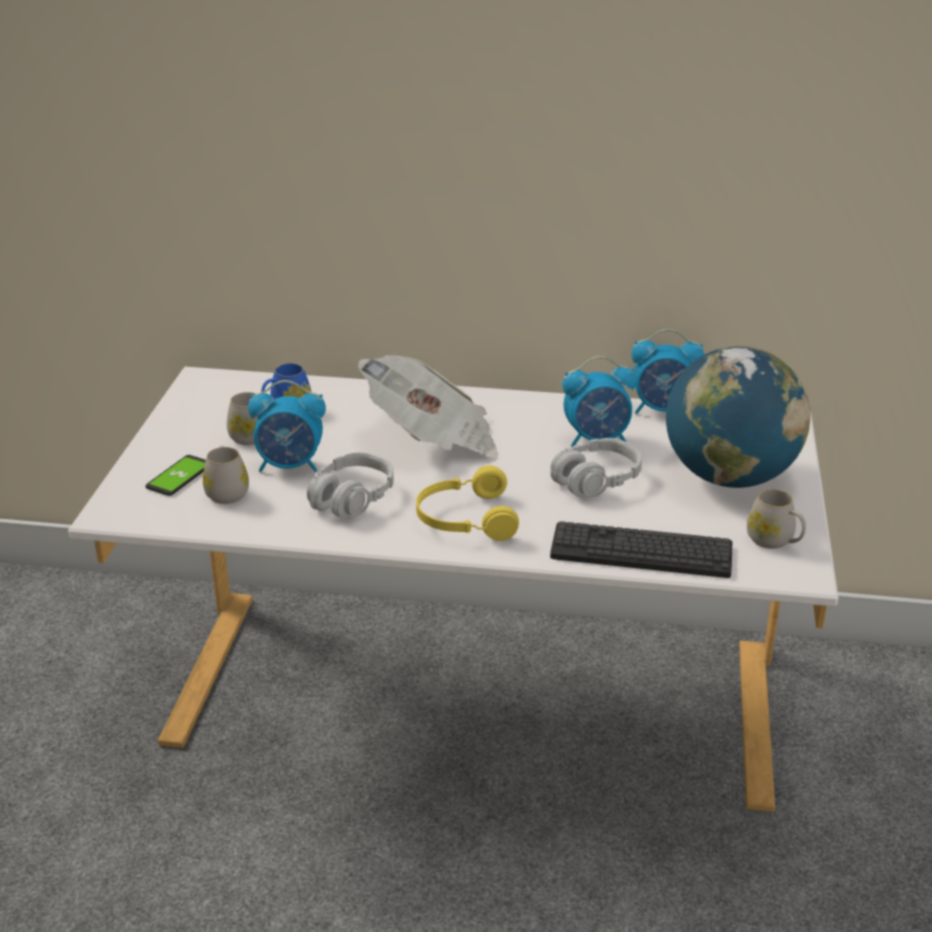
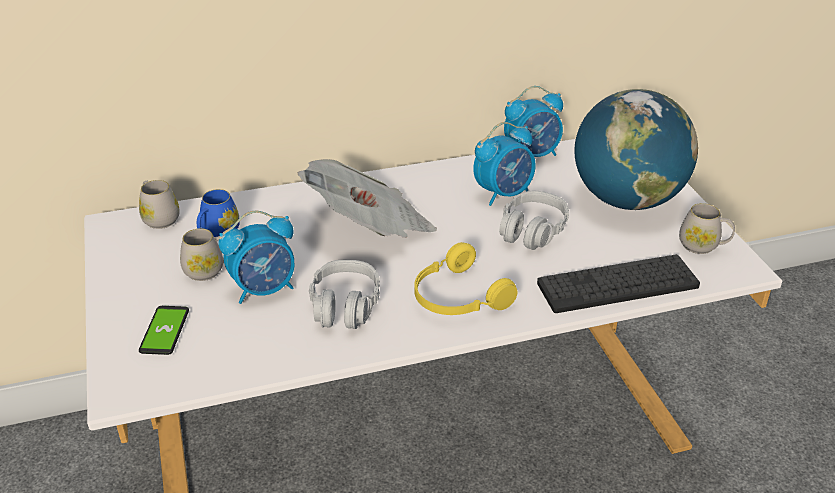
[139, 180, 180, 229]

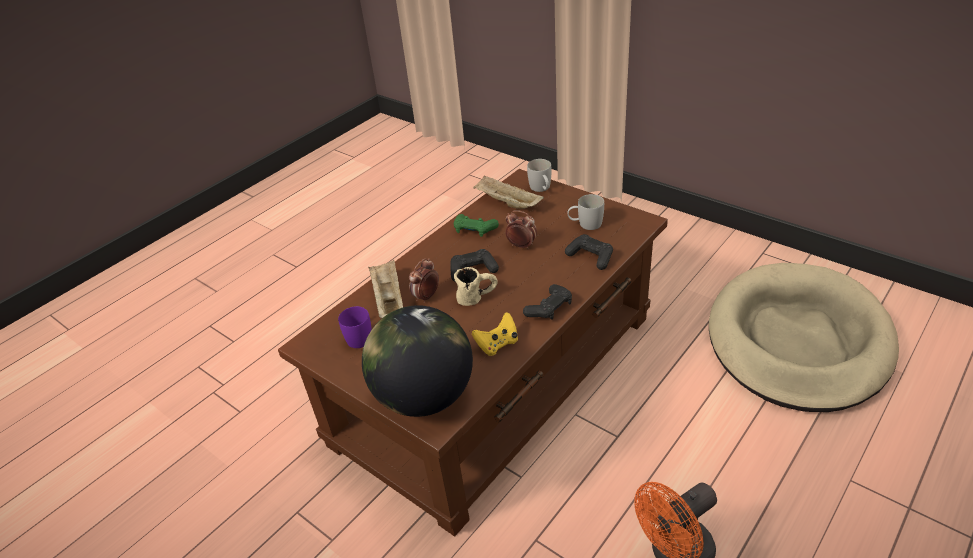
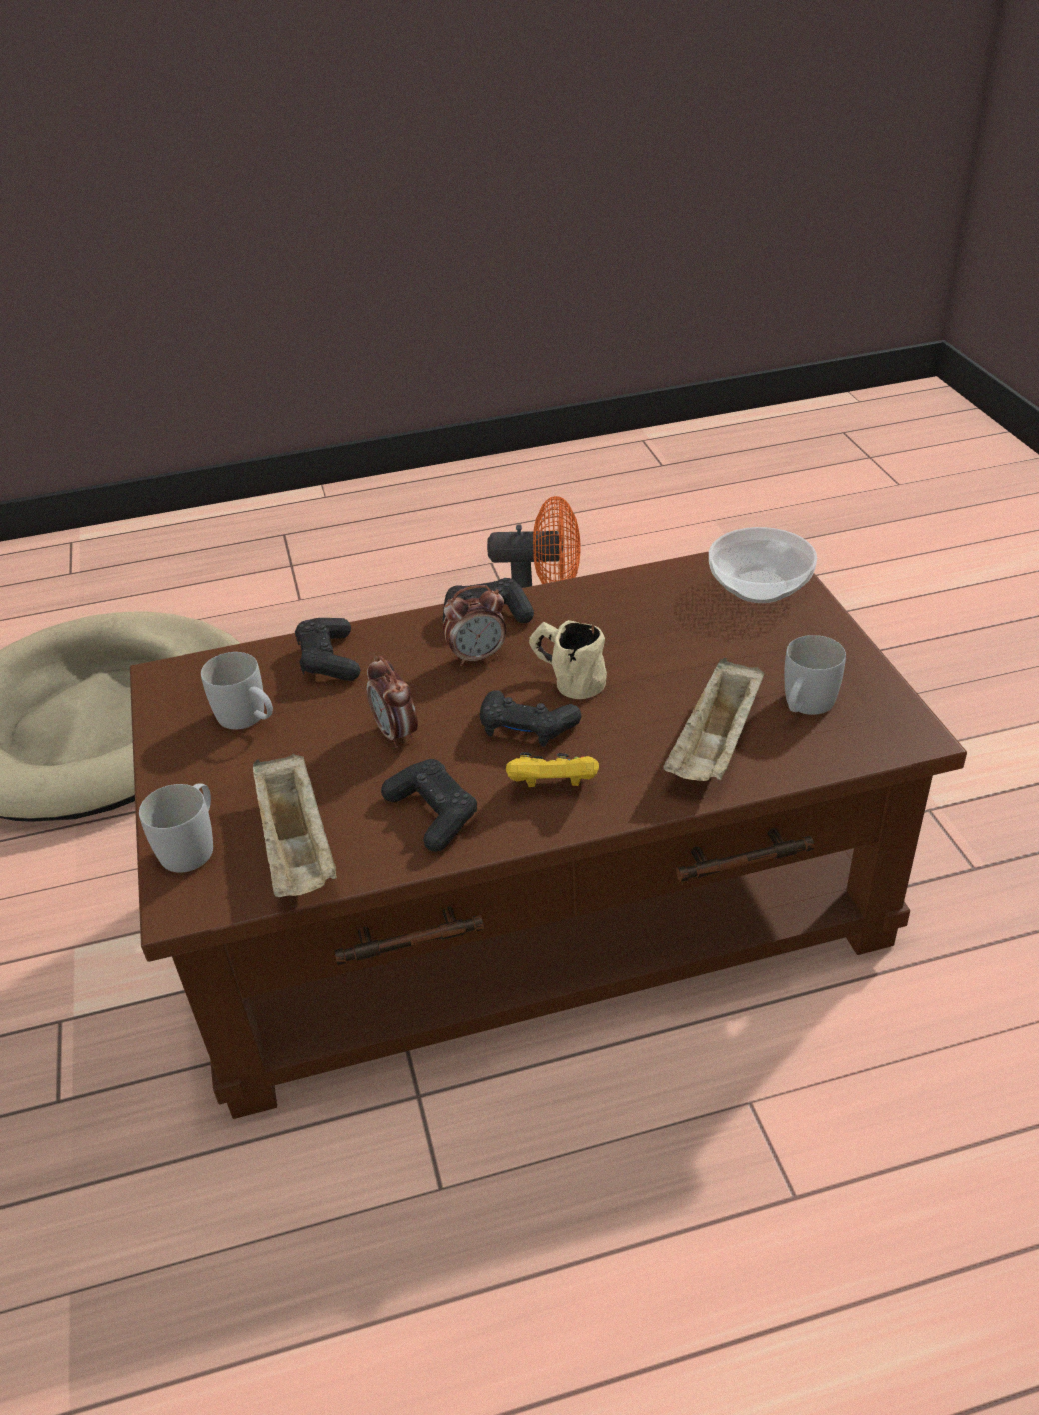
[443, 585, 507, 666]
[506, 752, 599, 787]
[709, 527, 817, 603]
[784, 635, 846, 715]
[381, 759, 477, 852]

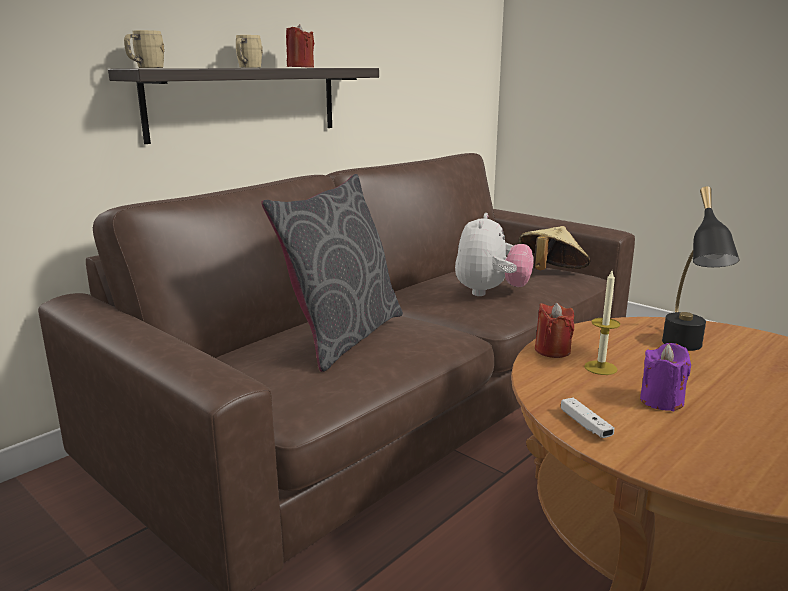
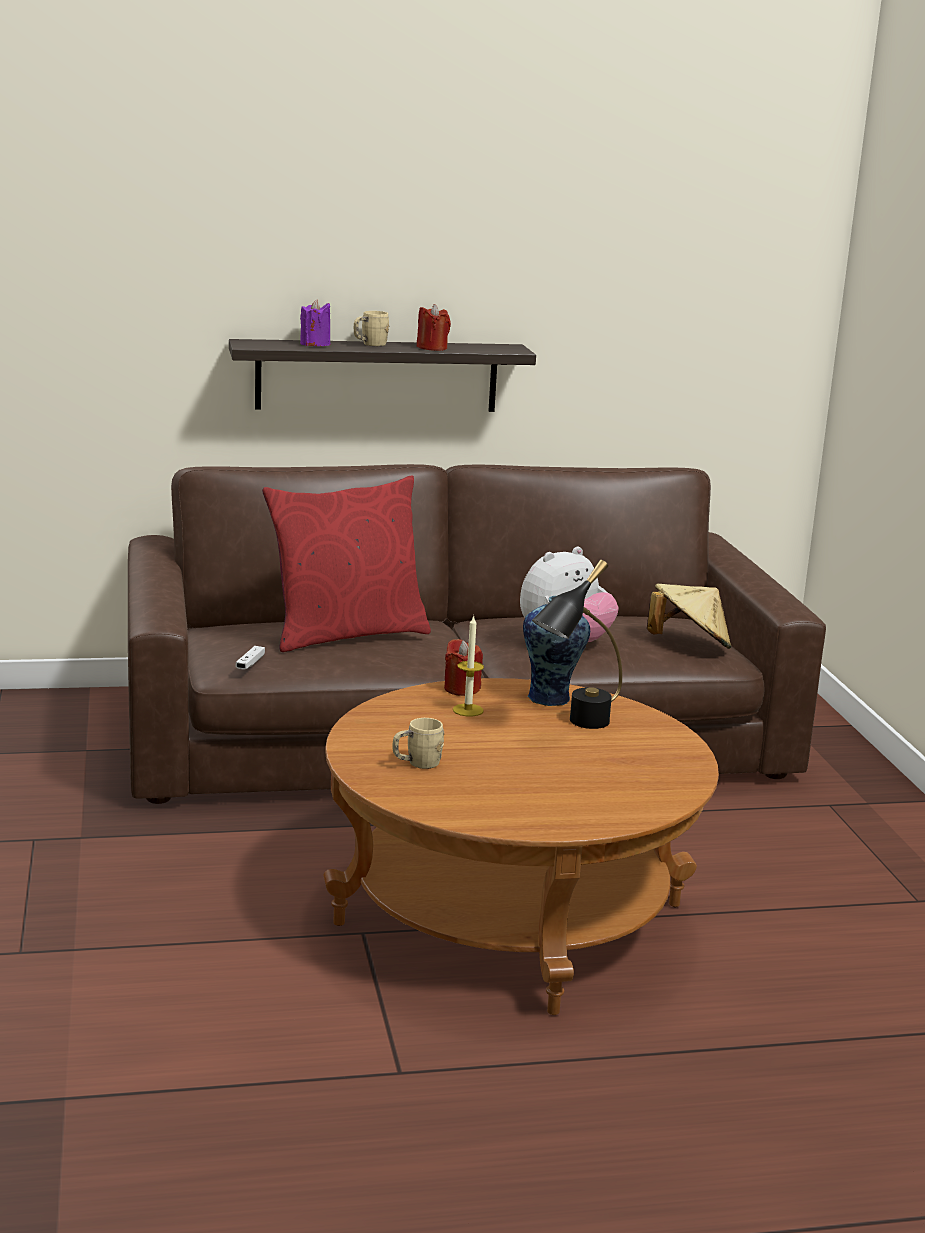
[523, 596, 590, 706]
[393, 718, 444, 769]
[235, 646, 265, 670]
[300, 300, 330, 346]
[262, 475, 431, 652]

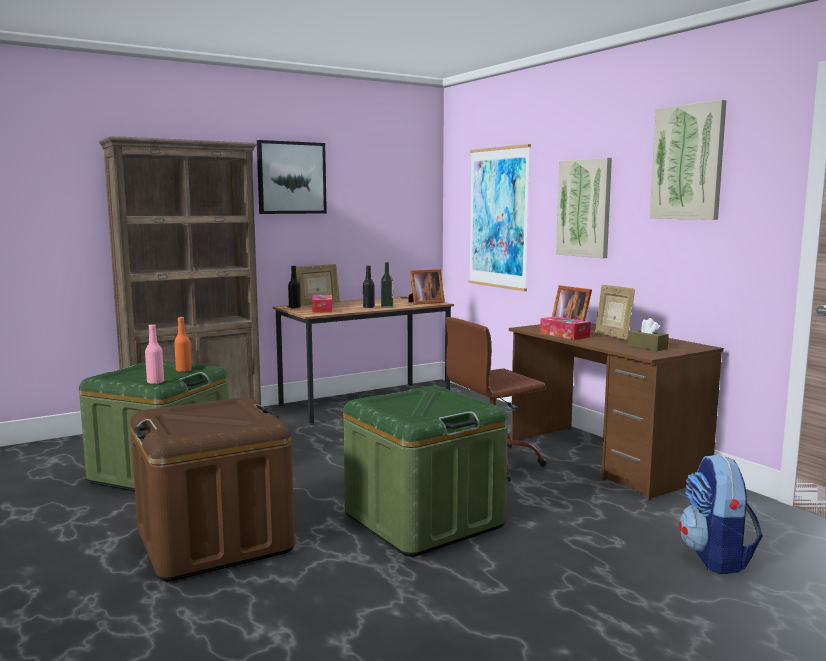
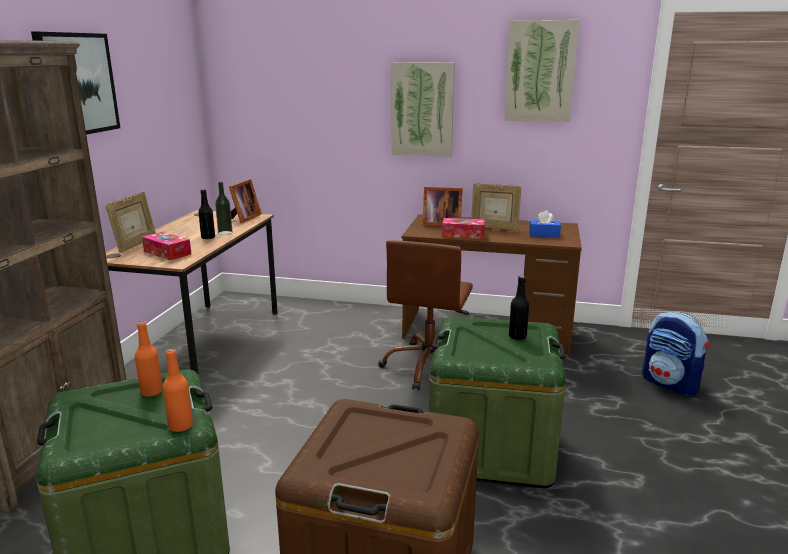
[468, 144, 531, 291] (first image)
[509, 276, 529, 340]
[163, 348, 193, 432]
[529, 210, 561, 237]

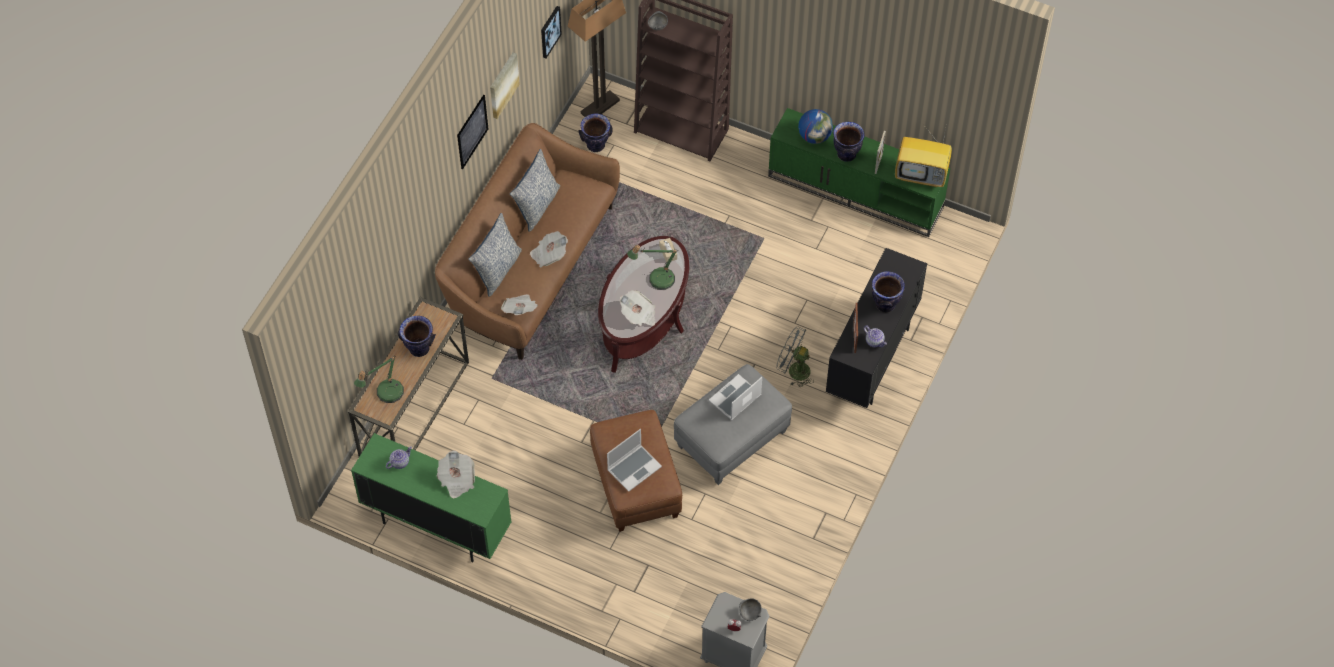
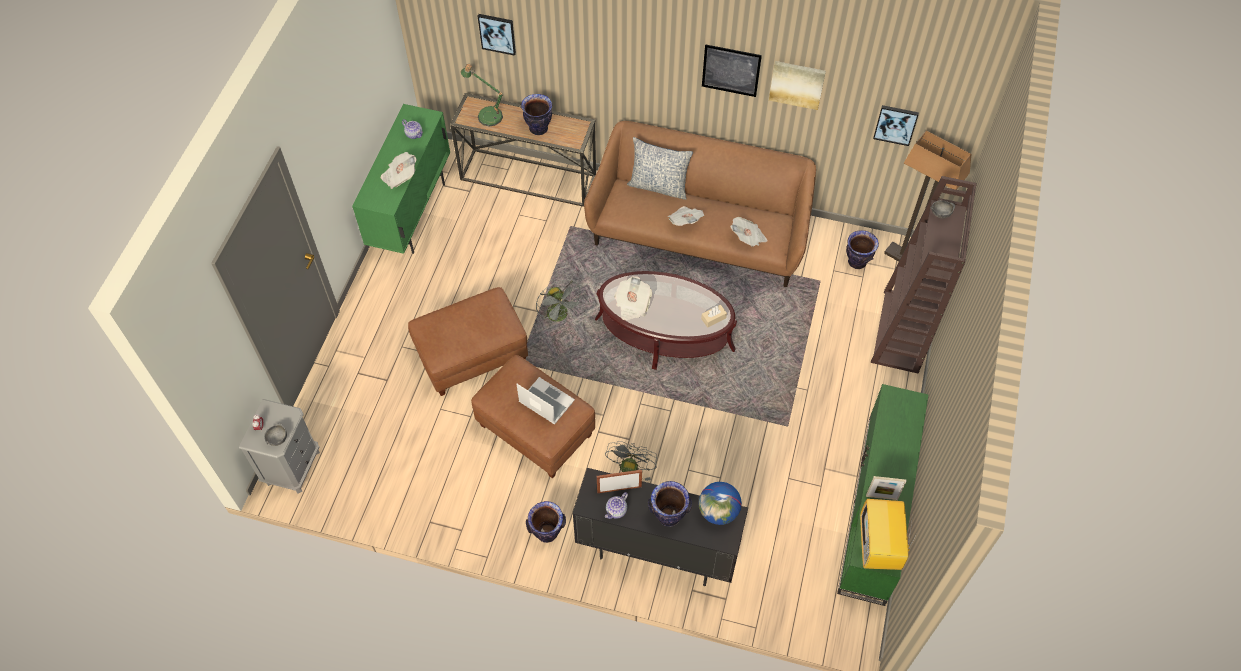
[510, 149, 560, 232] (first image)
[607, 429, 662, 492] (first image)
[627, 245, 678, 290] (first image)
[478, 14, 516, 56]
[536, 280, 583, 323]
[730, 217, 768, 247]
[699, 482, 742, 525]
[526, 501, 566, 543]
[471, 355, 595, 478]

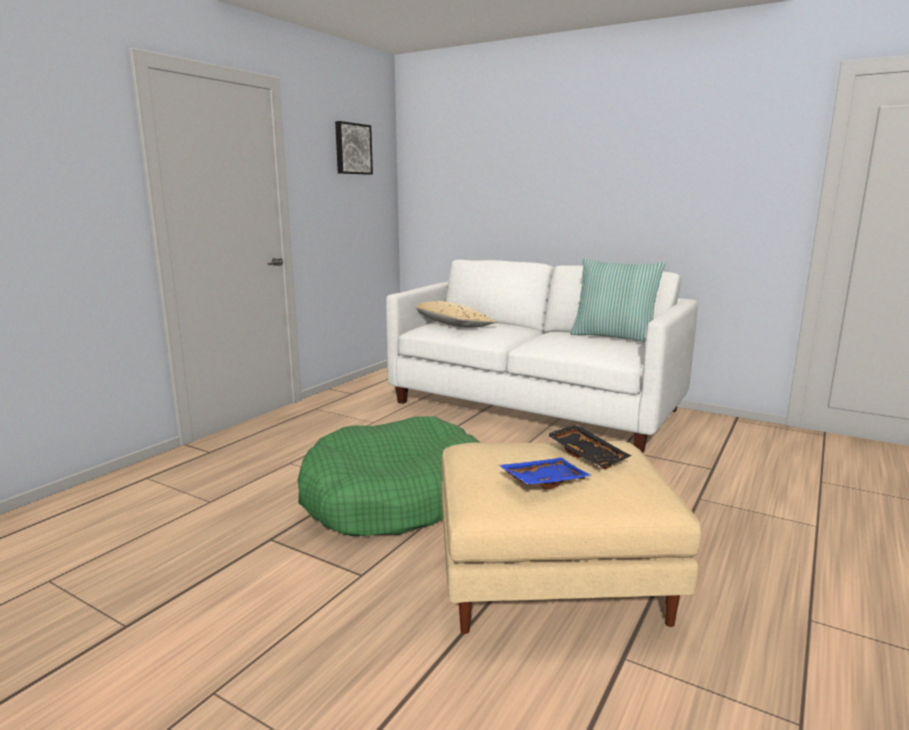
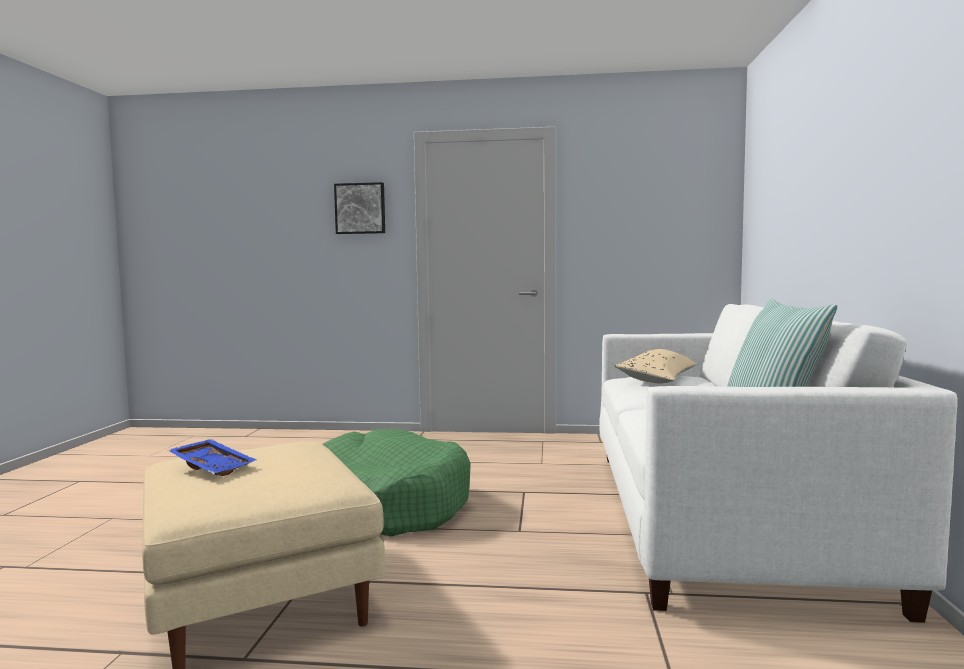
[547, 425, 631, 469] (first image)
[334, 182, 385, 234]

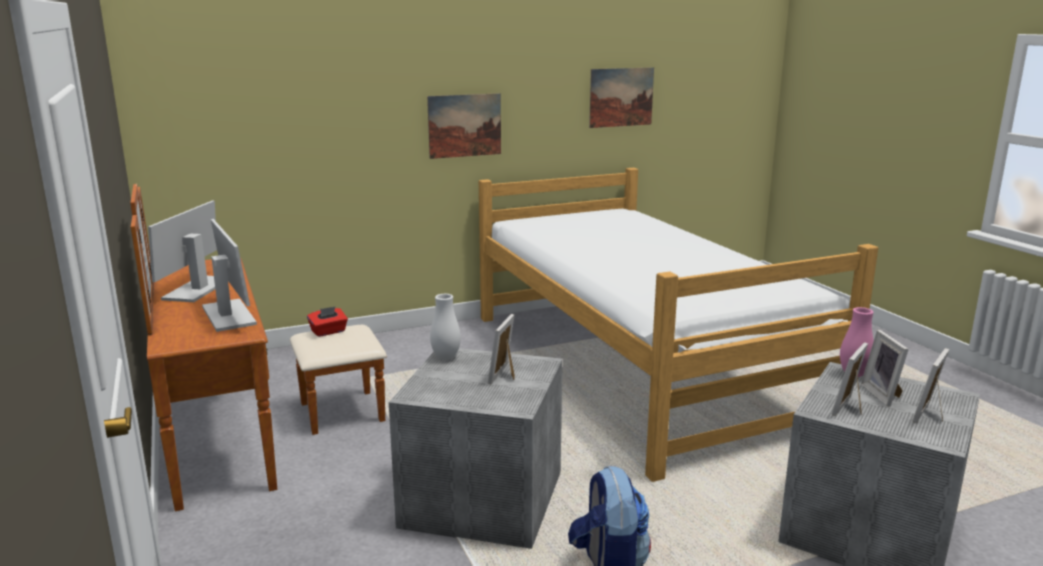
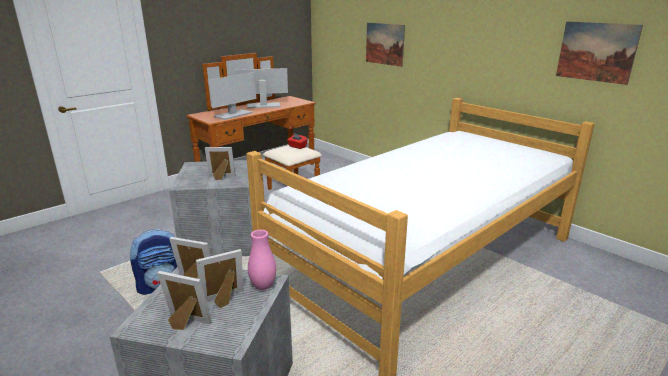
[430, 294, 461, 360] (first image)
[366, 23, 405, 67]

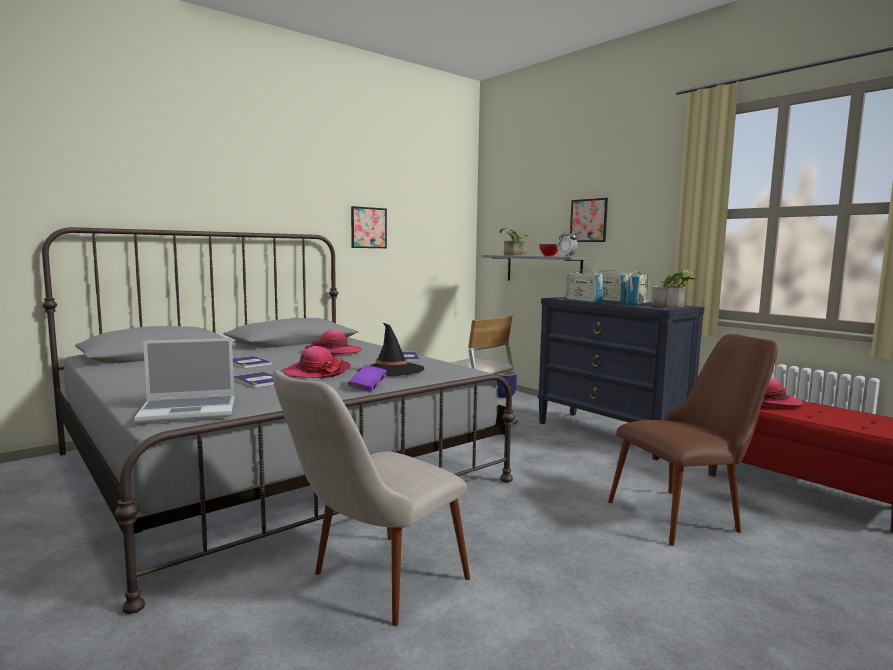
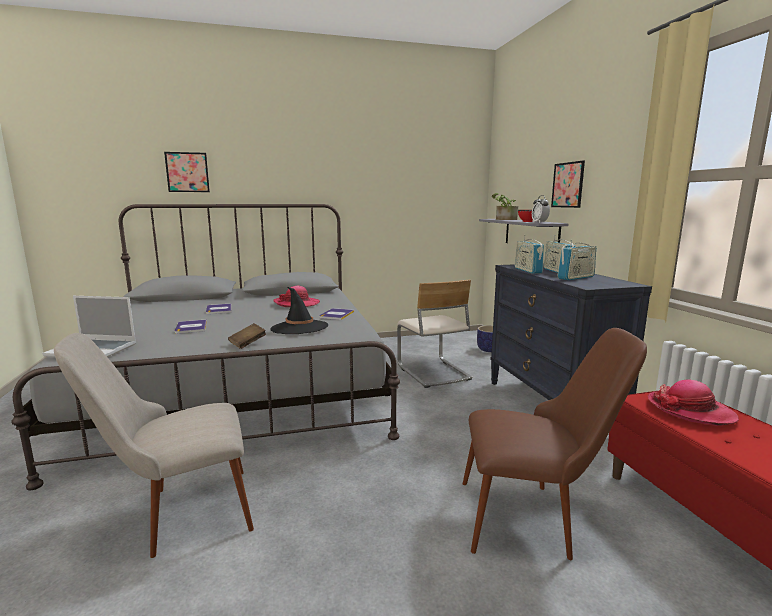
[282, 346, 351, 378] (first image)
[651, 269, 695, 308] (first image)
[164, 152, 210, 192]
[228, 323, 266, 349]

